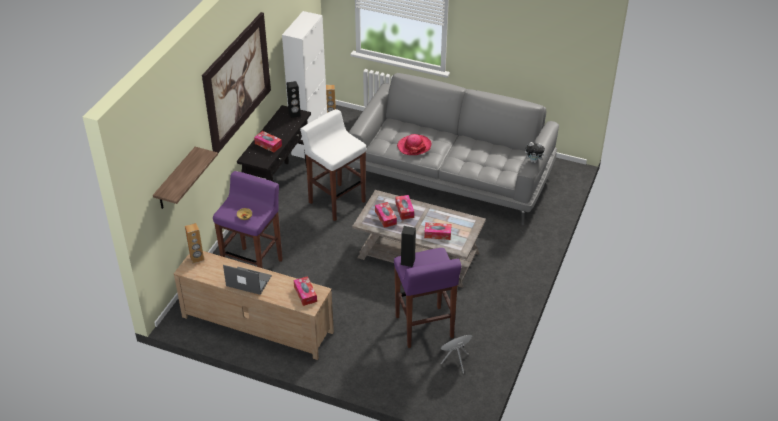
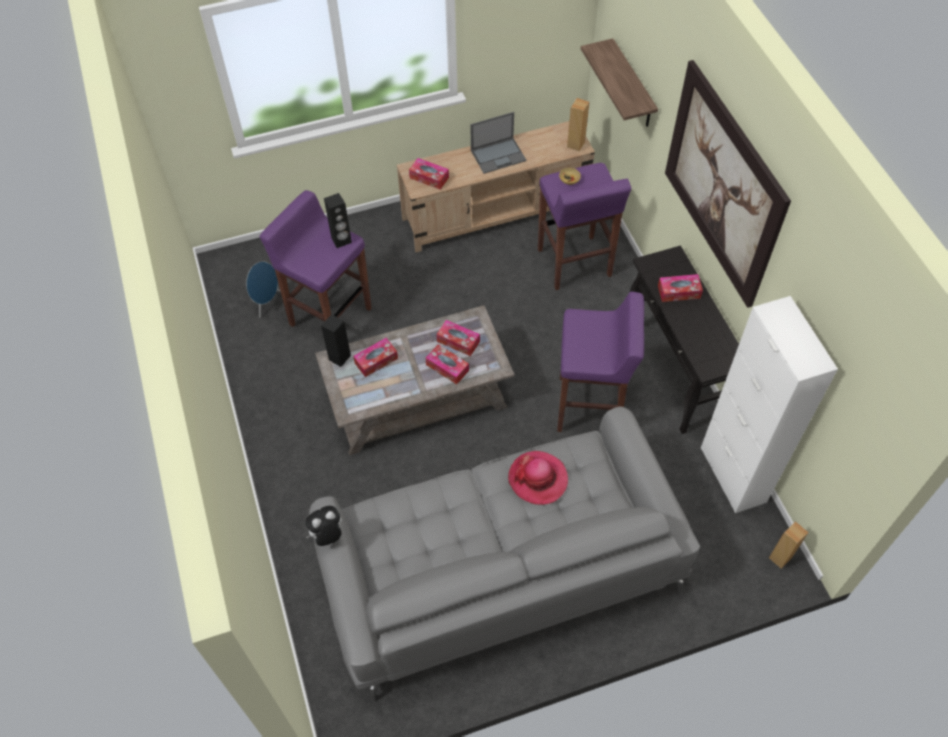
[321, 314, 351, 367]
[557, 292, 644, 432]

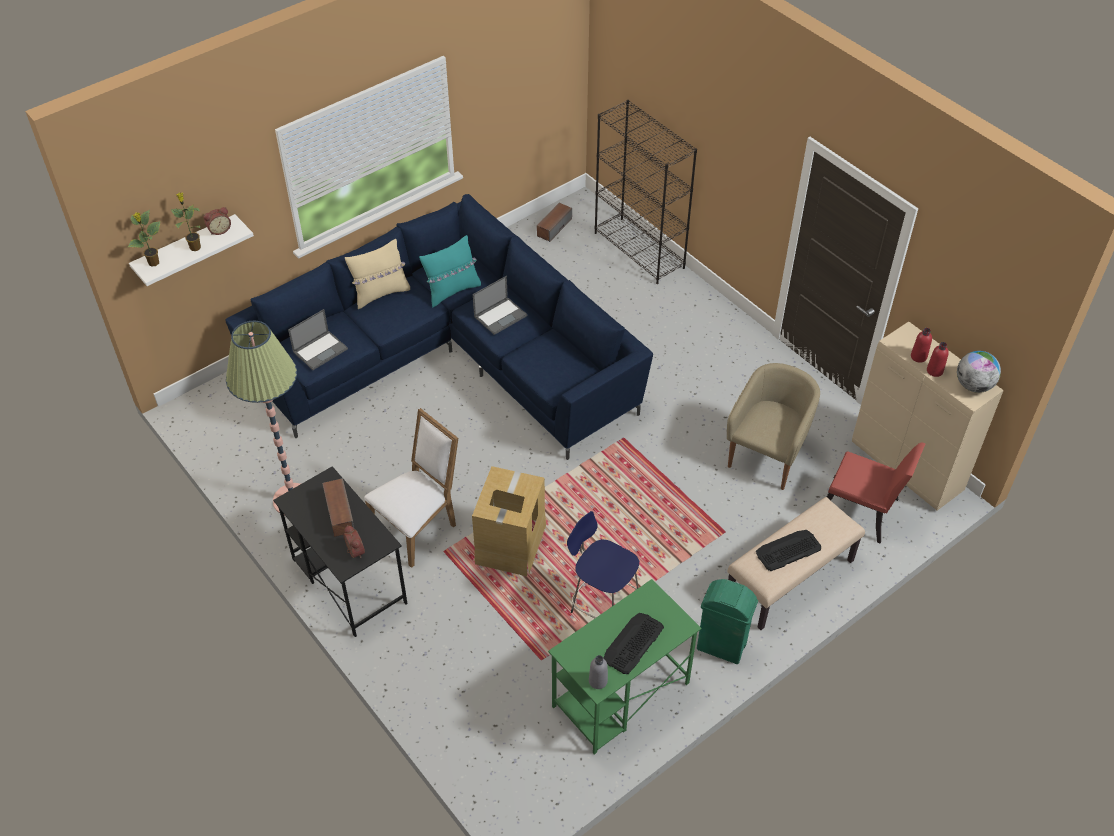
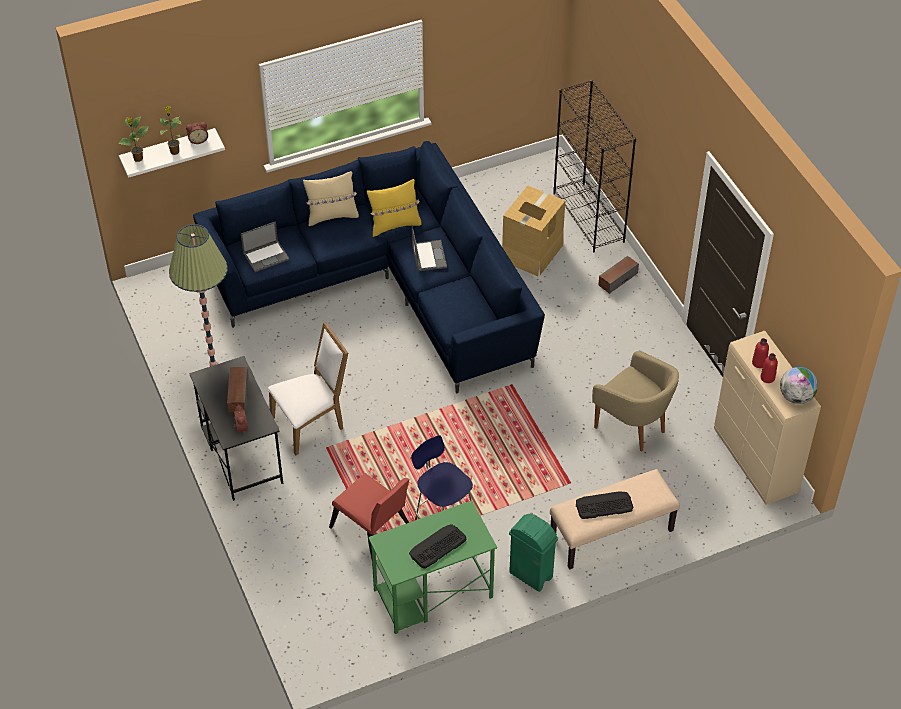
[589, 655, 608, 689] (first image)
[502, 185, 566, 276]
[598, 256, 639, 294]
[329, 473, 409, 558]
[367, 179, 422, 237]
[411, 225, 447, 271]
[592, 351, 679, 452]

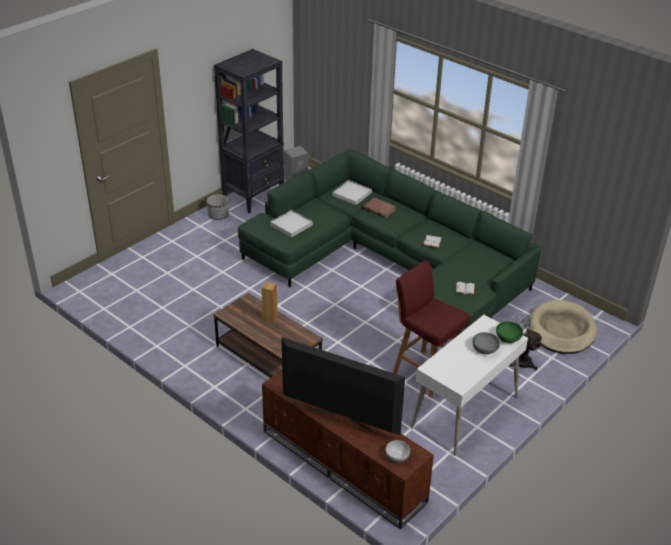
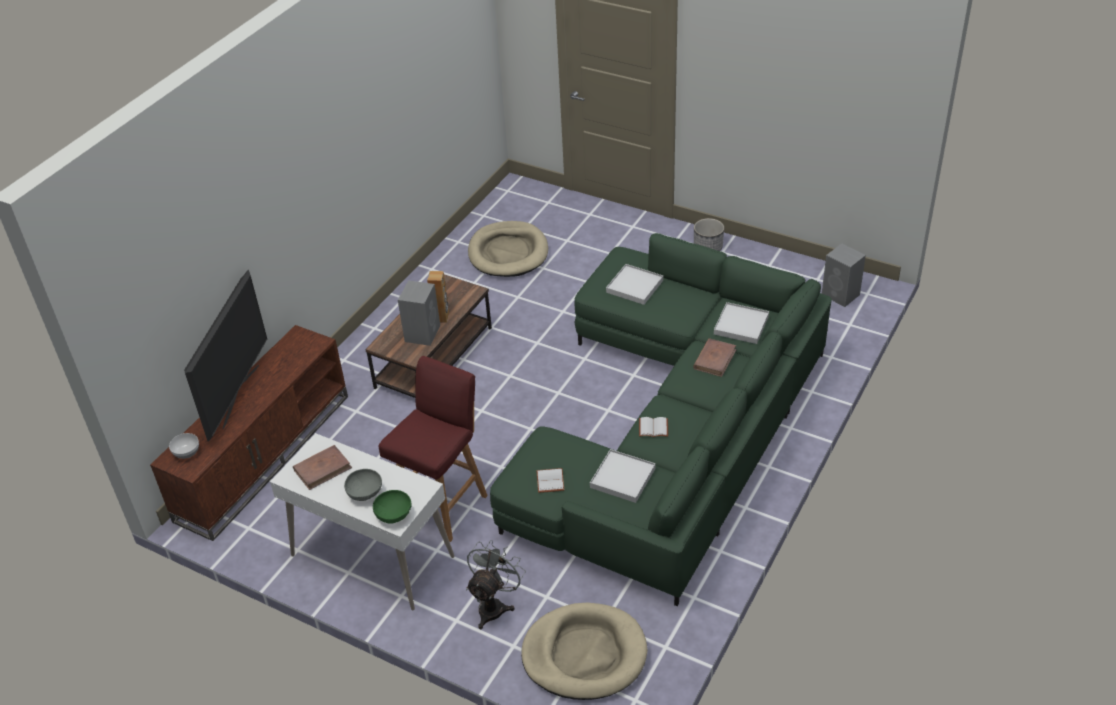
[214, 49, 284, 214] (first image)
[293, 445, 352, 490]
[398, 280, 440, 346]
[468, 221, 548, 277]
[590, 449, 655, 503]

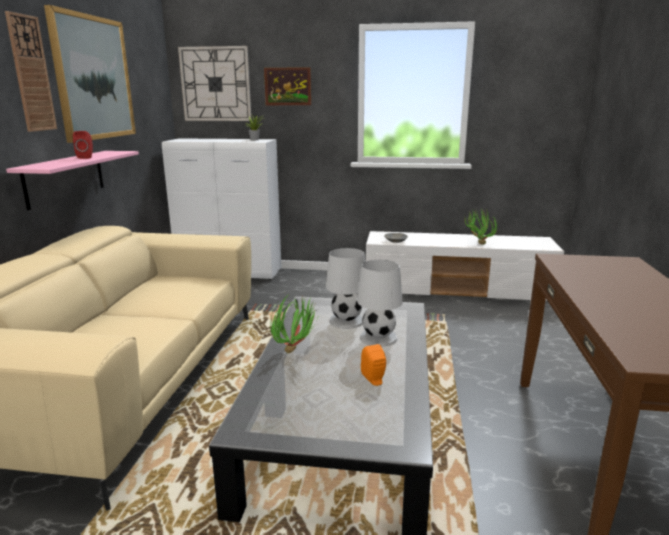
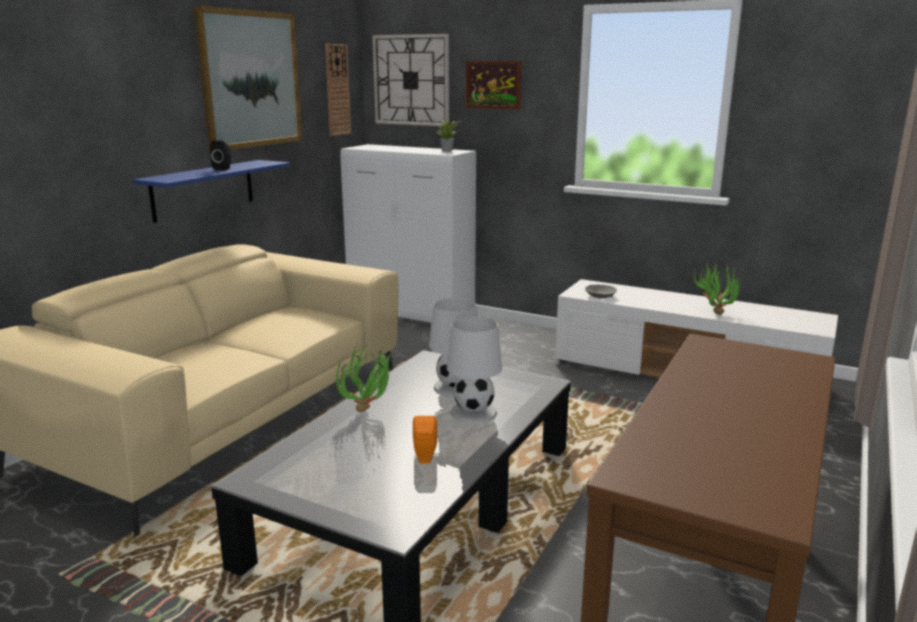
[325, 44, 351, 136]
[133, 160, 290, 223]
[210, 140, 231, 171]

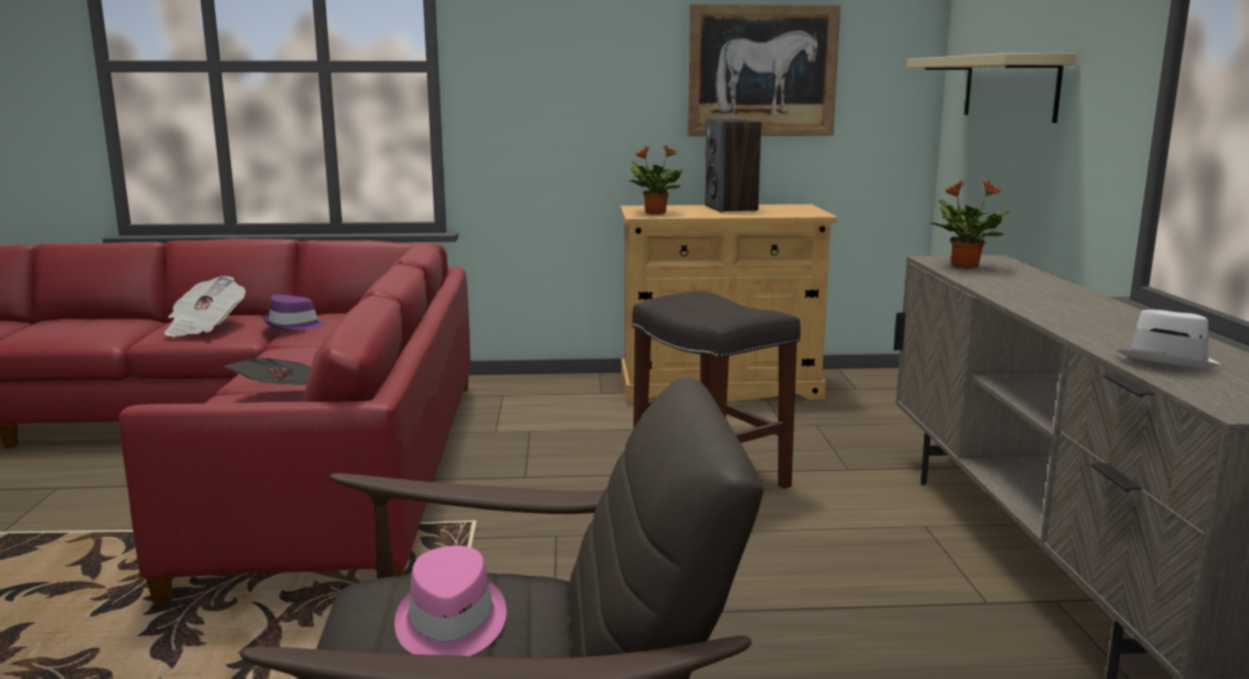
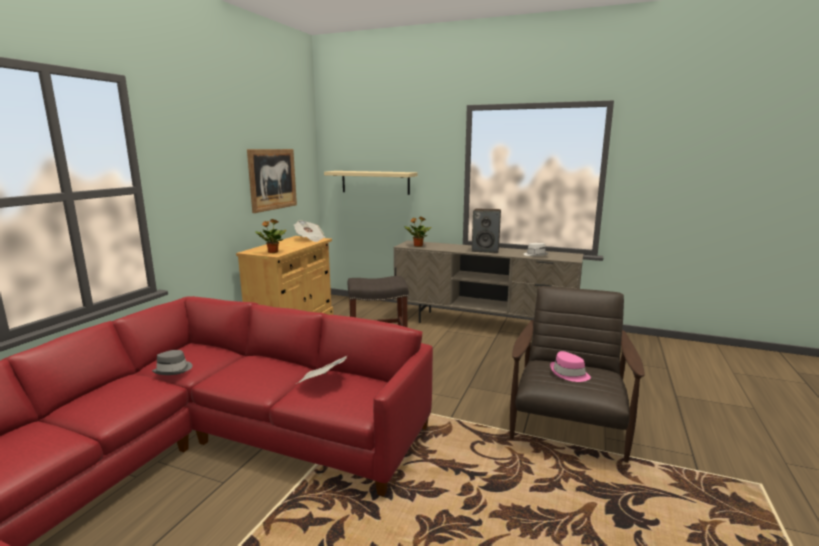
[294, 220, 325, 242]
[472, 208, 501, 253]
[152, 350, 193, 375]

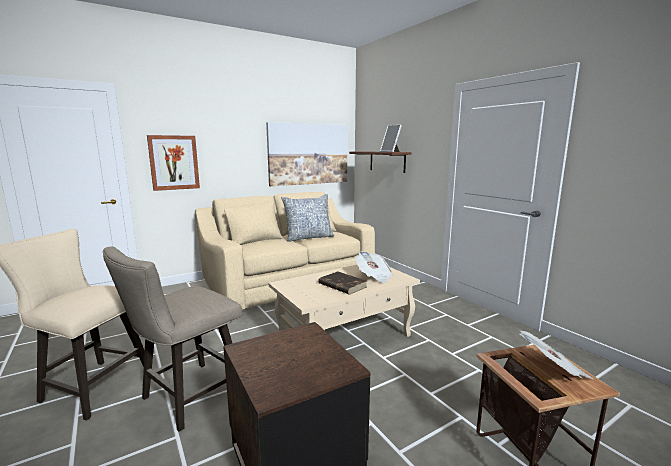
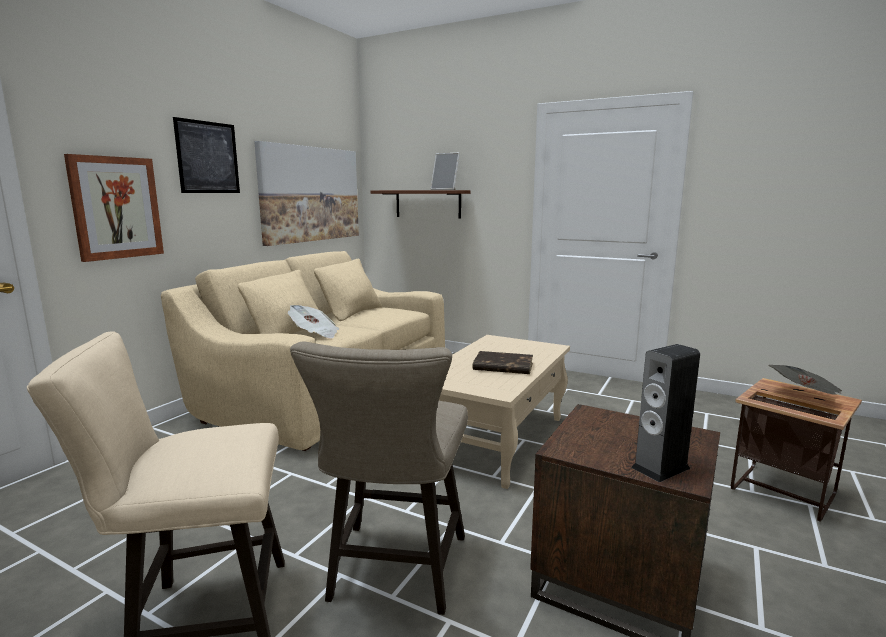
[281, 194, 334, 242] (first image)
[173, 117, 240, 193]
[631, 344, 700, 482]
[288, 305, 339, 339]

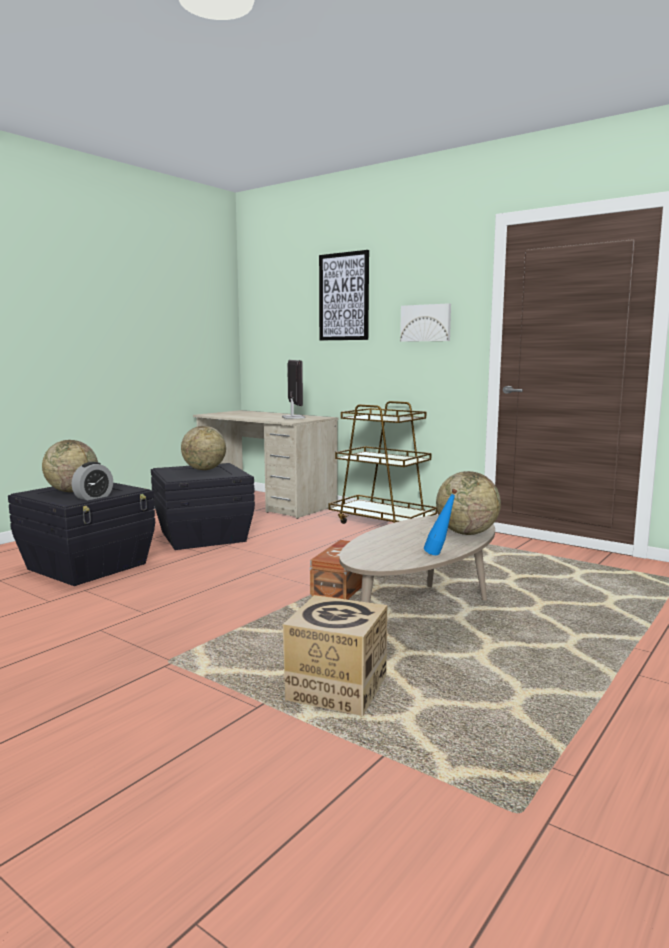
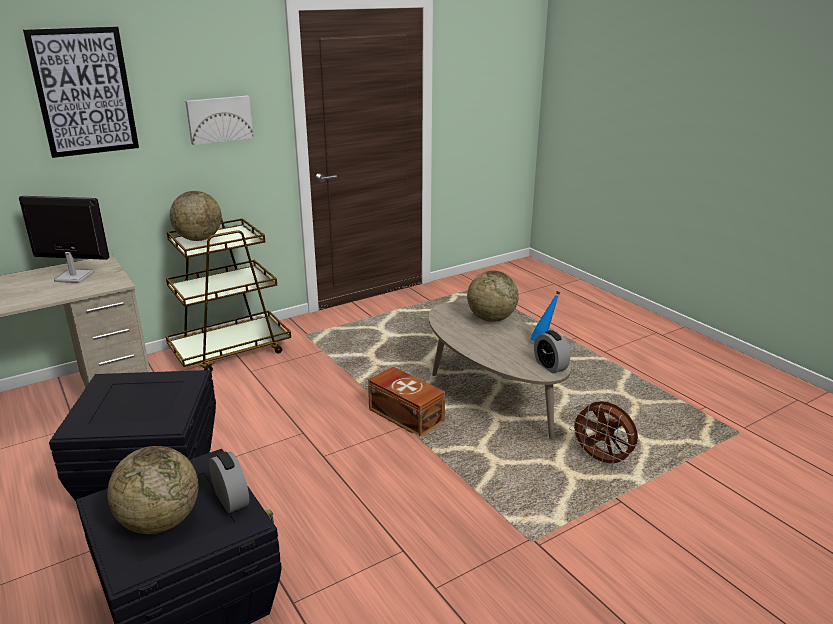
[534, 330, 570, 374]
[170, 191, 222, 241]
[569, 401, 638, 469]

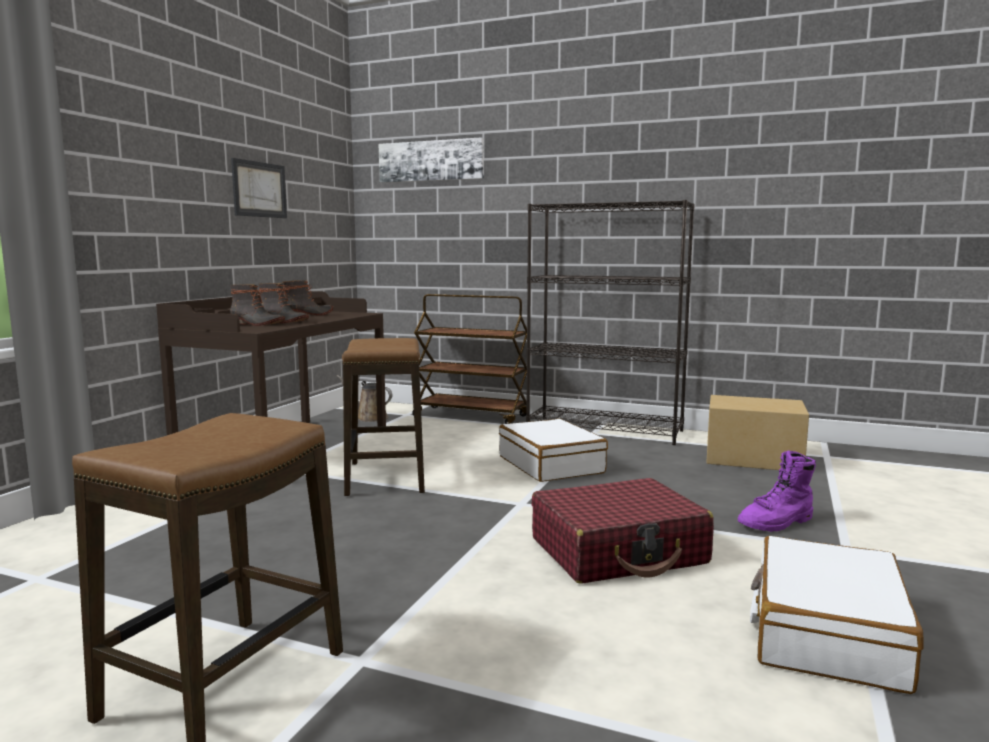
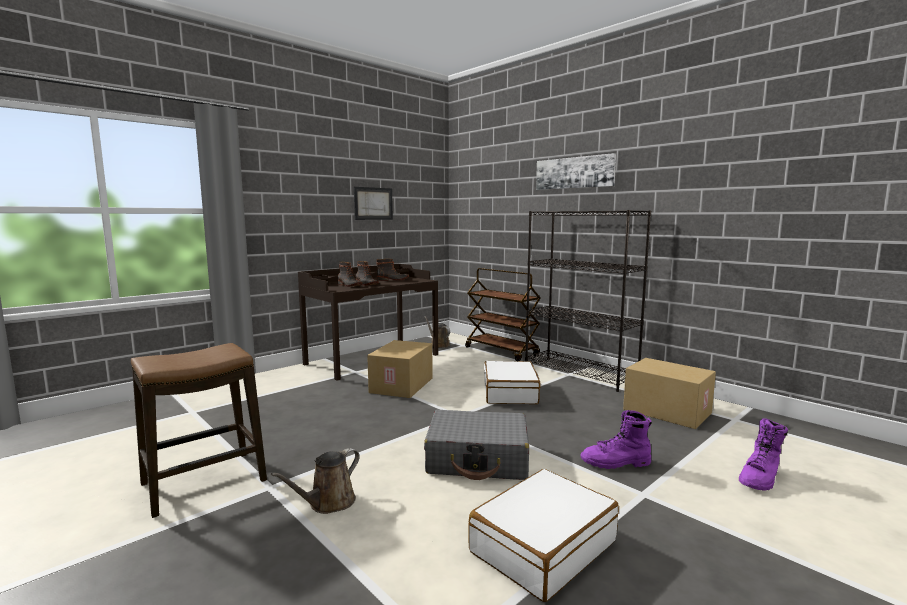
[271, 448, 360, 514]
[739, 419, 788, 491]
[536, 153, 616, 190]
[367, 340, 433, 398]
[424, 409, 529, 480]

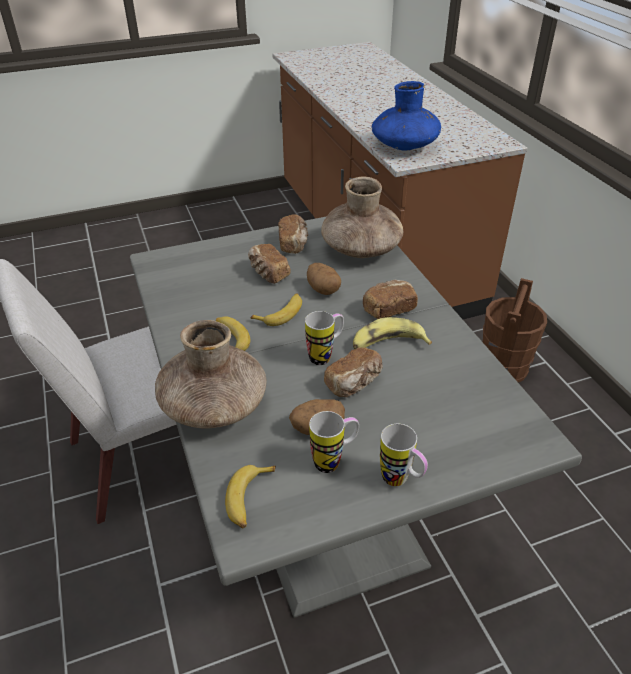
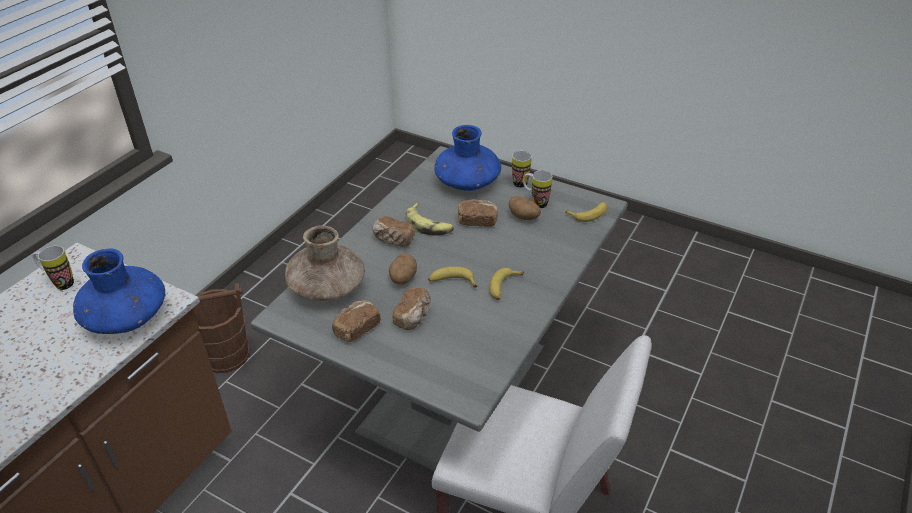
[155, 320, 267, 429] (first image)
[434, 125, 501, 191]
[33, 246, 74, 290]

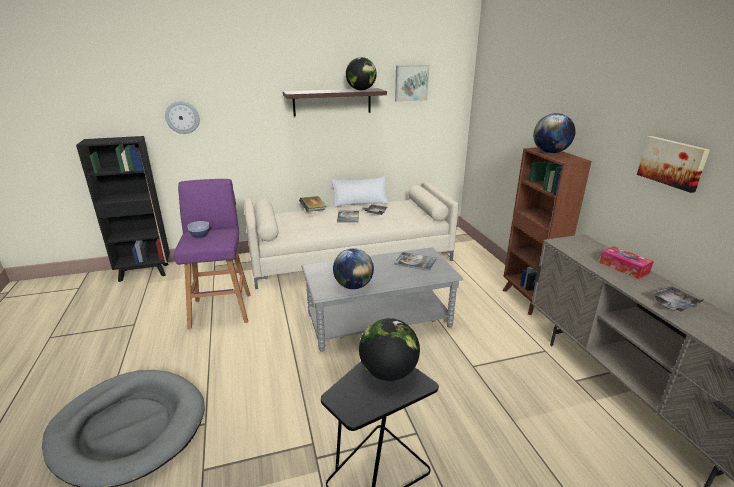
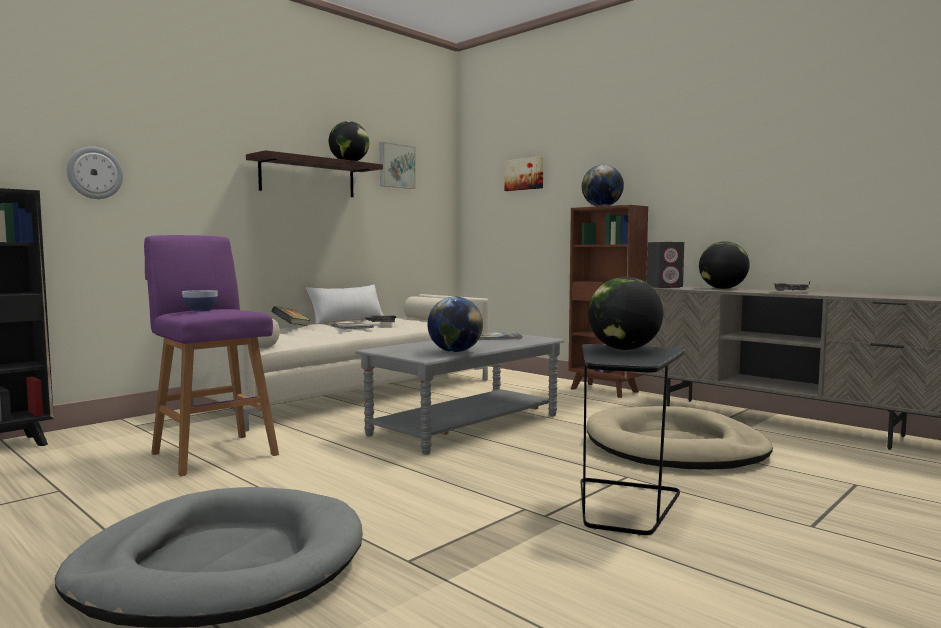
[586, 406, 773, 470]
[646, 242, 684, 288]
[505, 156, 543, 191]
[699, 241, 750, 289]

